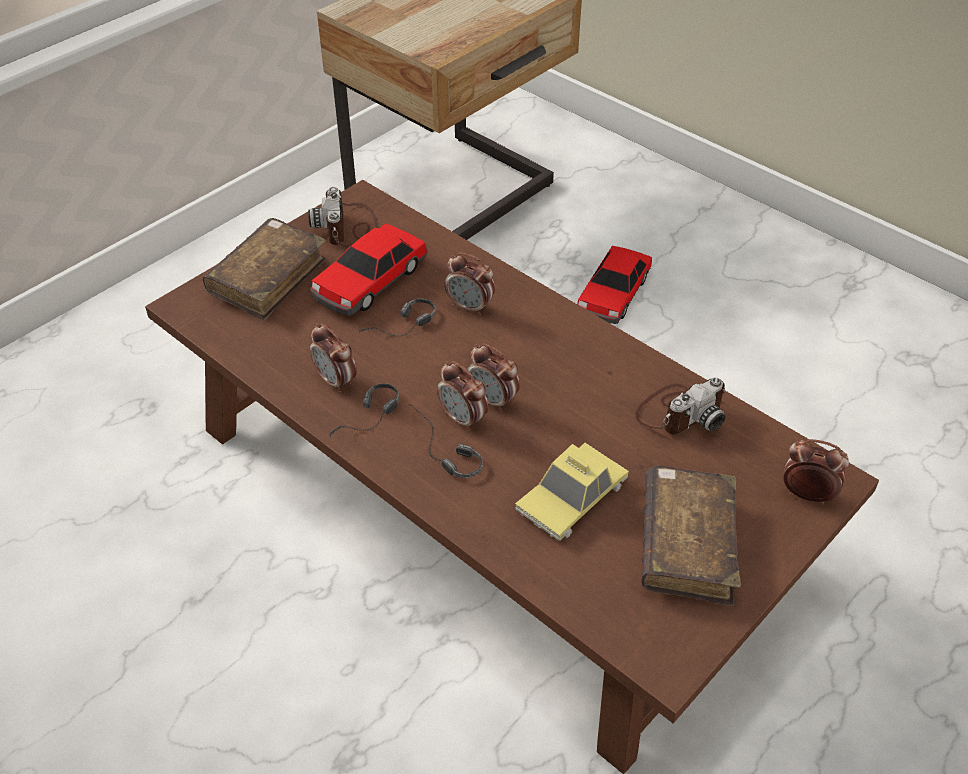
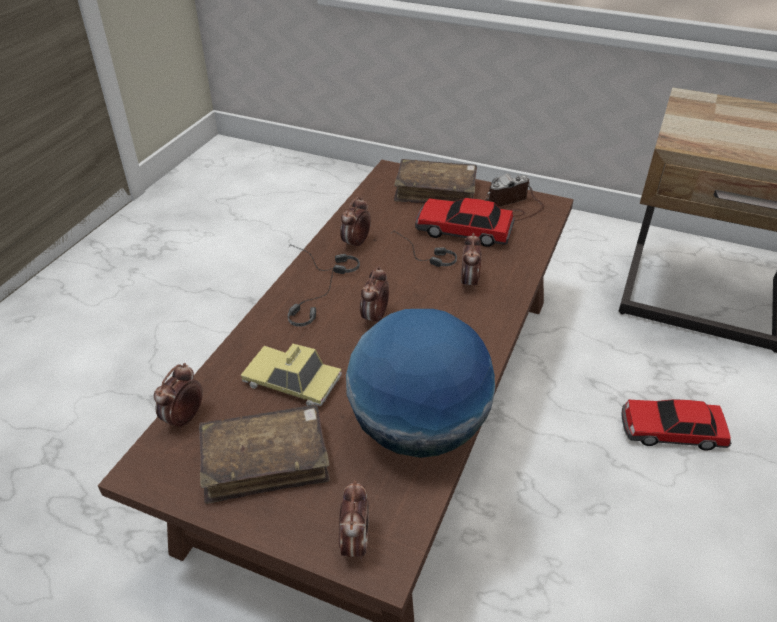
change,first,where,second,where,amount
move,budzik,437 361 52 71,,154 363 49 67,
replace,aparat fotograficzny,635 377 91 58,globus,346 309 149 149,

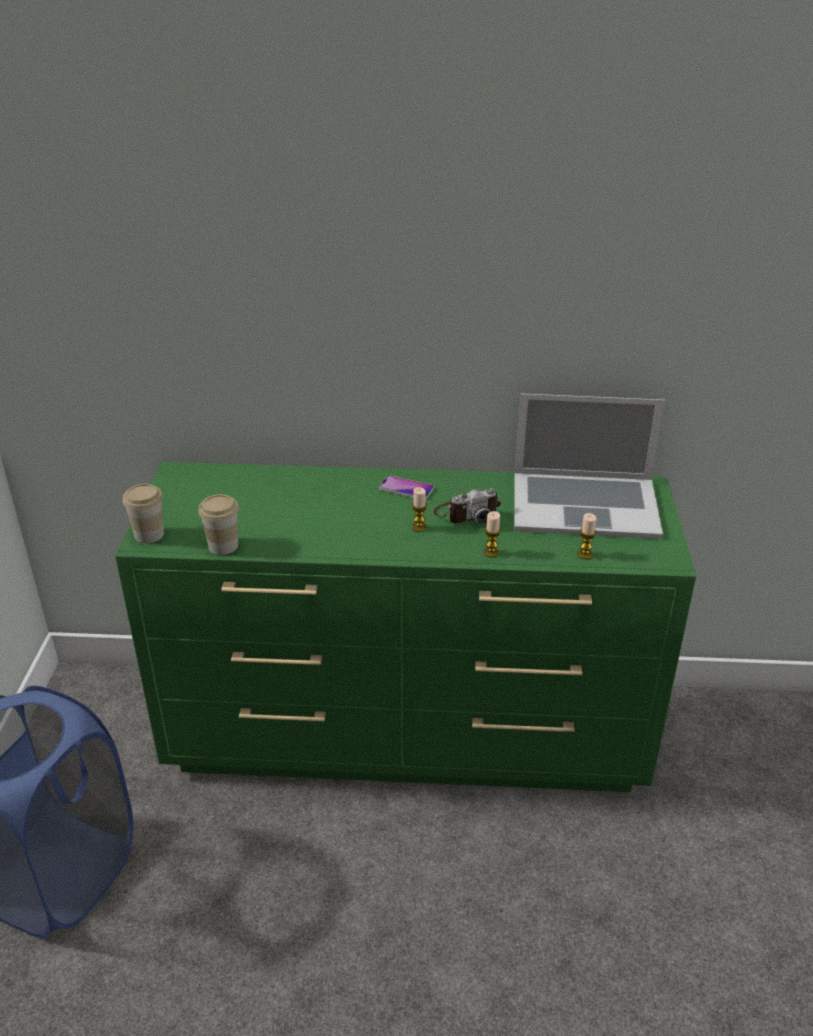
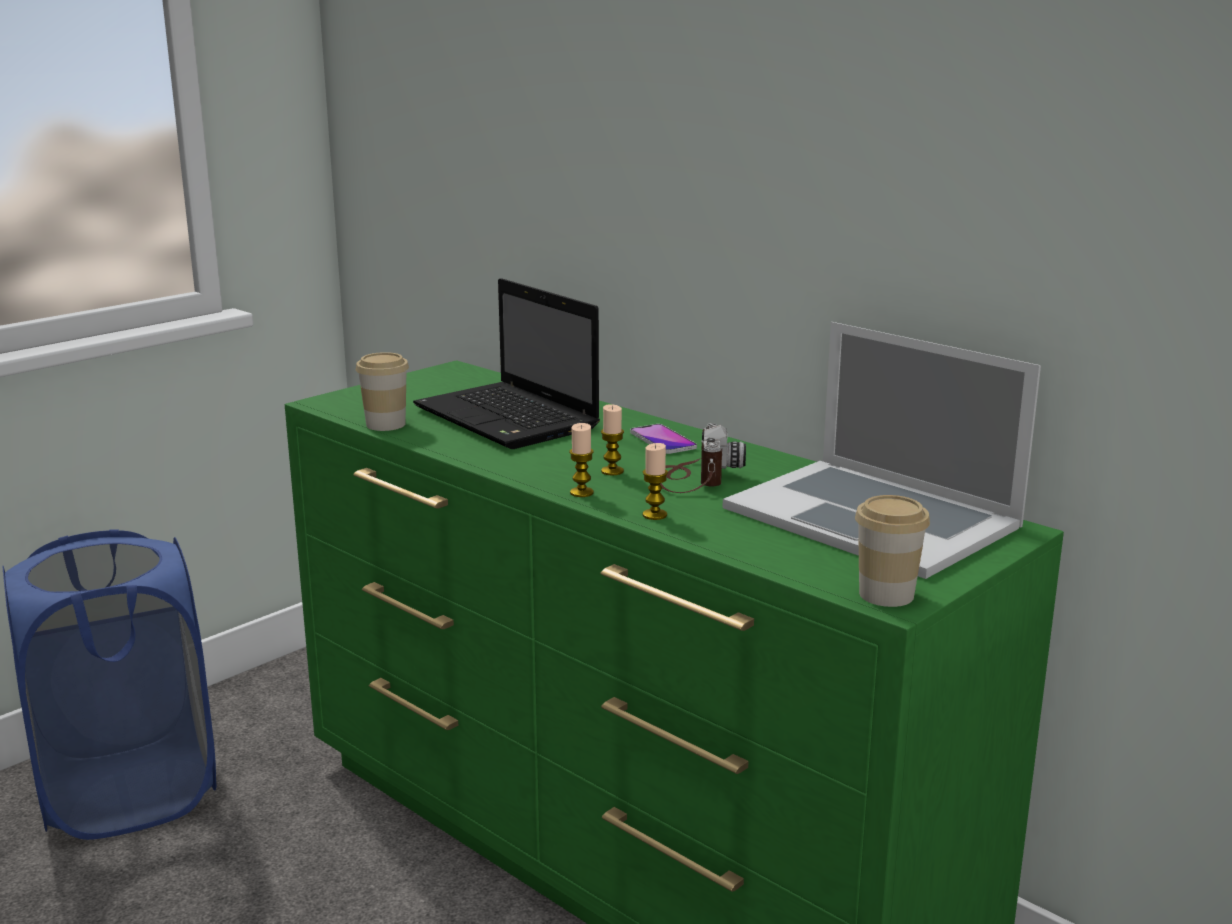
change,first,where,second,where,amount
move,filiżanka,123 484 41 59,,855 495 75 112,
rotate,aparat fotograficzny,433 488 68 36,,660 423 86 70,105 degrees counterclockwise
move,świeca,577 513 19 46,,569 423 25 74,
insert,,,laptop,413 278 187 171,

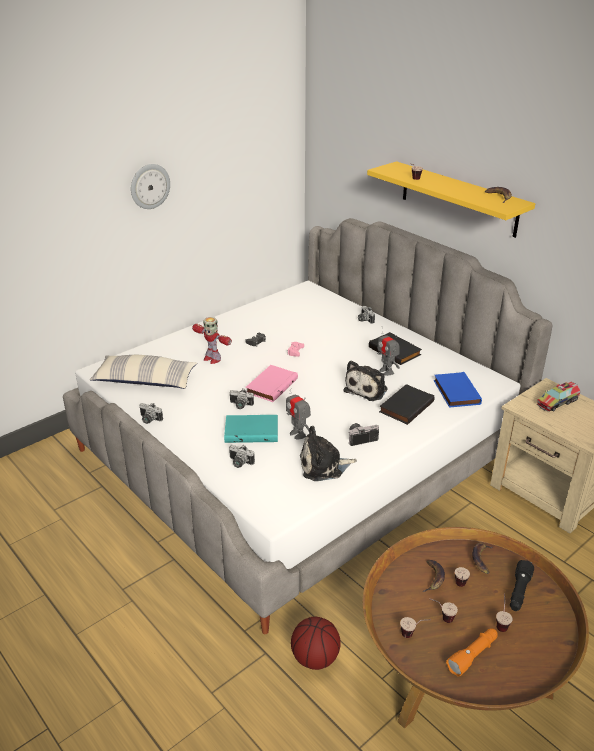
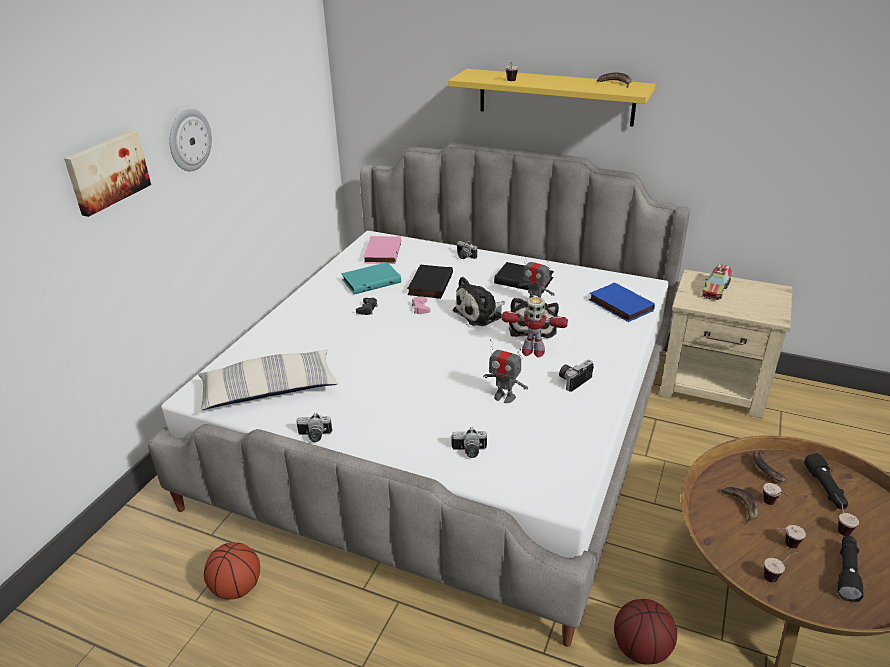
change,first,where,second,where,amount
move,robot zabawkowy,192 317 40 47,,502 297 66 61,
move,książka [turkusowy],224 415 54 28,,341 262 60 33,
delete,aparat fotograficzny,230 389 24 20,,,
move,książka [różowy],246 365 52 37,,363 236 38 28,
move,pluszak,300 426 57 55,,453 277 52 49,
move,książka [czarny],379 384 55 41,,407 265 46 34,
recolor,latarka [pomarańczowy],446 628 52 49,latarka [czarny],838 536 25 66,
insert,,,obraz,64 131 87 86,
insert,,,piłka do koszykówki,204 542 56 57,

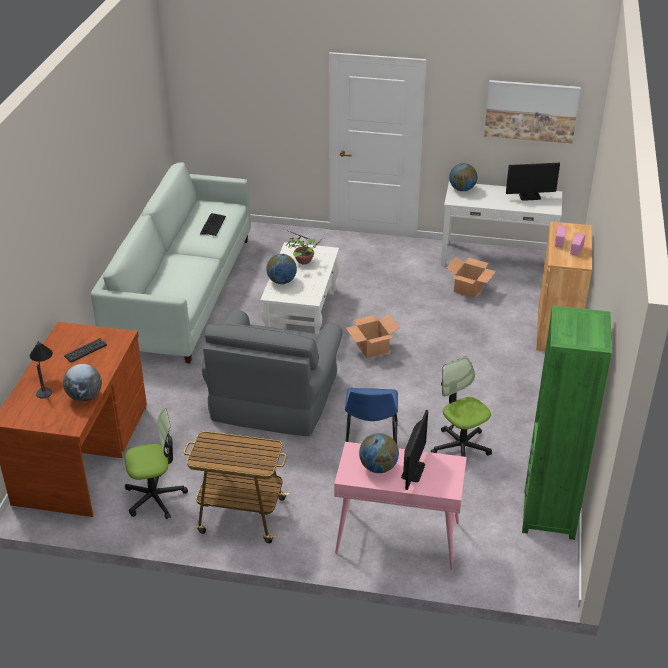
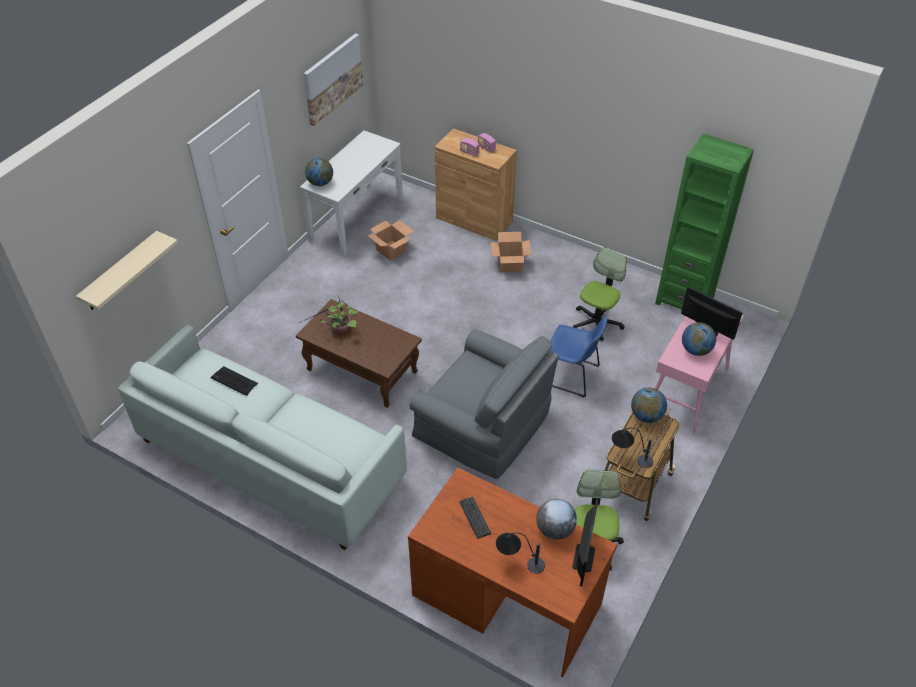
change,first,where,second,where,amount
recolor,ława [biały],260 242 79 93,ława [brązowy],296 299 126 109,
move,globus,266 254 31 30,,631 388 36 35,
move,karton,346 314 54 44,,491 232 40 40,
rotate,krzesło biurowe,431 356 61 101,,573 248 53 93,135 degrees clockwise
move,monitor,506 163 54 38,,572 498 27 88,
insert,,,półka [beżowy],76 231 102 79,
insert,,,lampa stołowa,612 428 41 40,

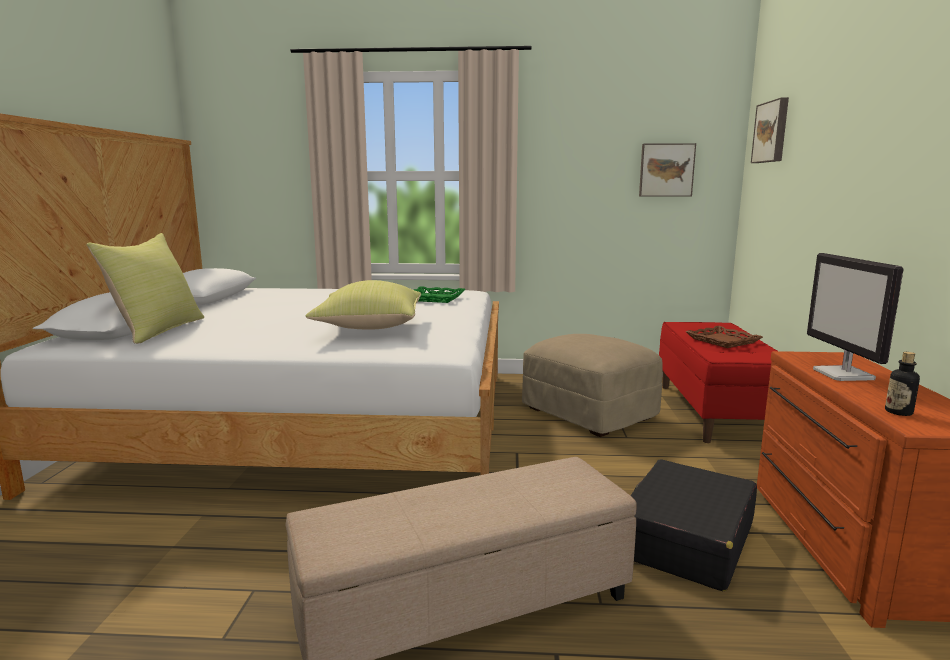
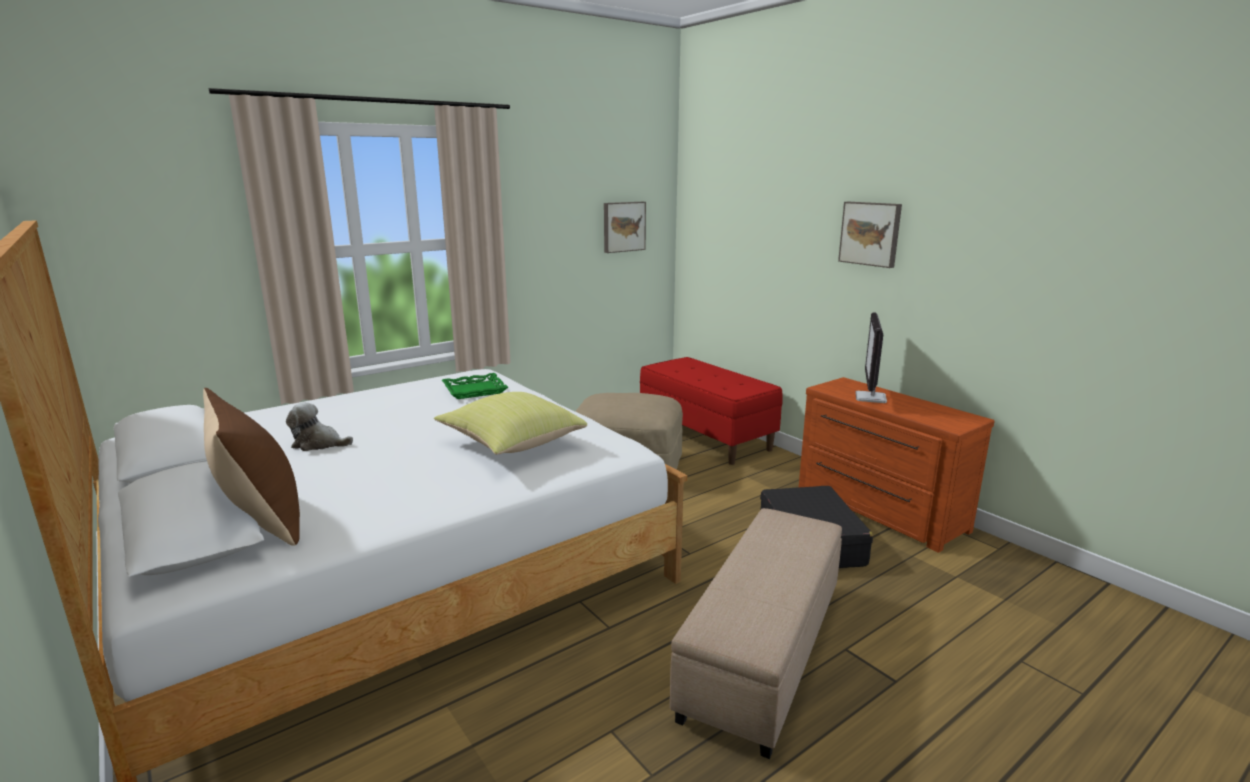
change,first,where,second,where,amount
recolor,poduszka [żółty],86 233 118 111,poduszka [brązowy],203 388 97 158,
delete,taca [brązowy],686 326 77 22,,,
move,obraz,751 97 38 66,,838 202 64 66,
rotate,monitor,807 253 97 128,,856 313 31 90,60 degrees clockwise
delete,butelka,885 352 35 64,,,
insert,,,pluszak,286 402 67 49,

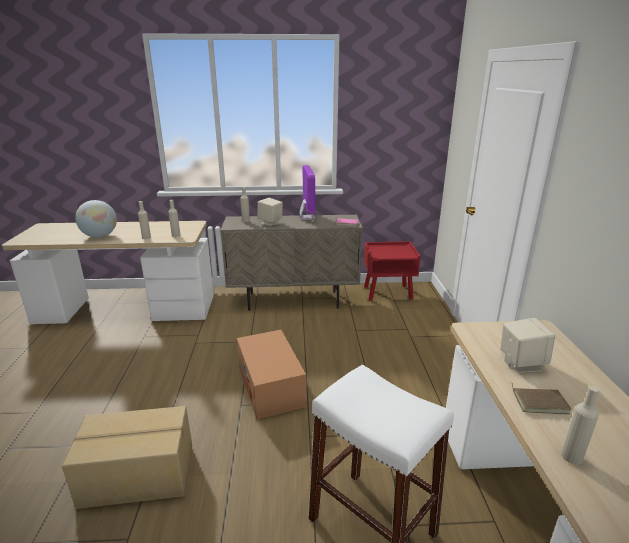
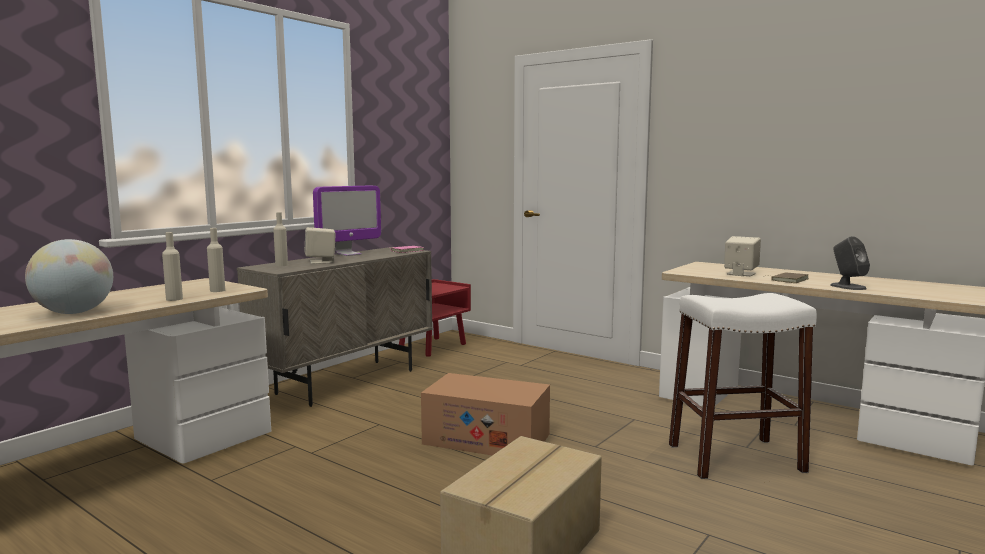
change,first,where,second,where,amount
rotate,monitor,299 165 16 55,,313 186 68 70,105 degrees clockwise
replace,butelka [beżowy],561 386 39 79,głośnik [szary],830 236 40 54,

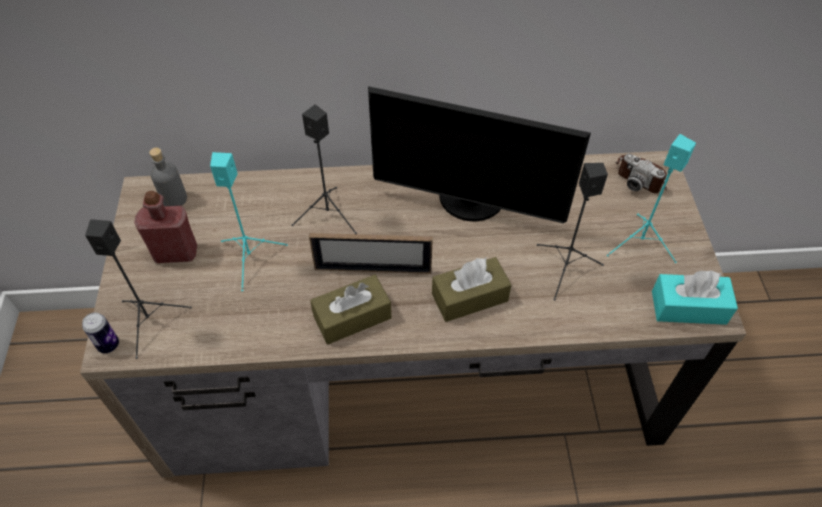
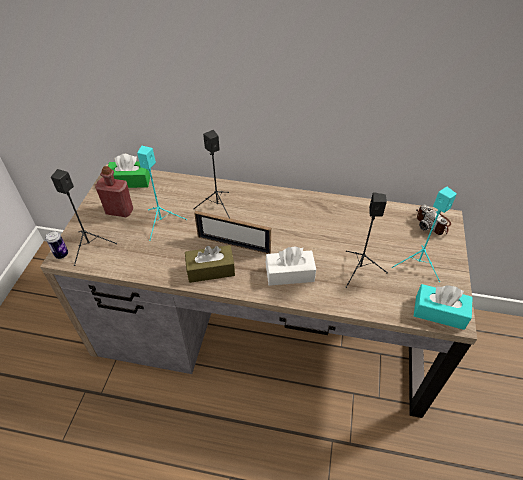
change,first,where,second,where,amount
replace,butelka [szary],149 147 38 59,pudełko chusteczek [zielony],108 154 42 34,
delete,monitor,368 86 223 137,,,
recolor,pudełko chusteczek [brązowy],432 257 79 65,pudełko chusteczek [biały],266 246 50 40,

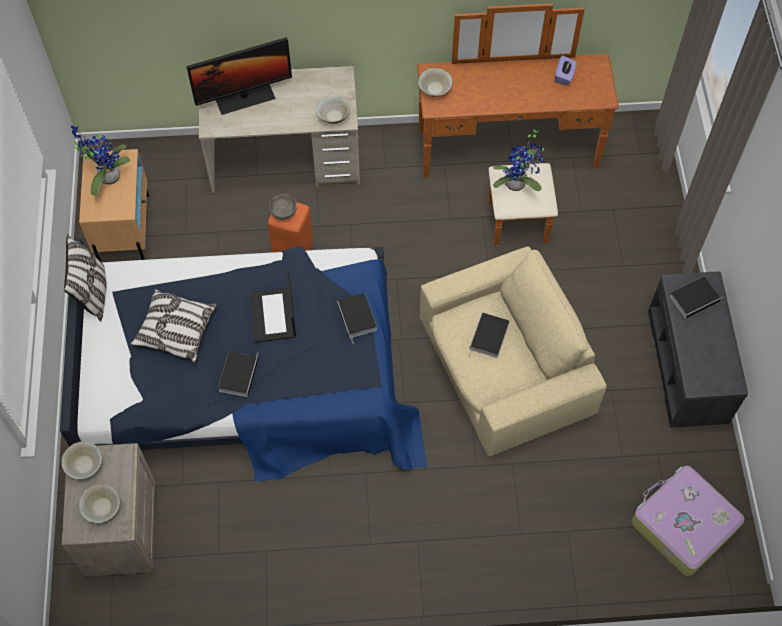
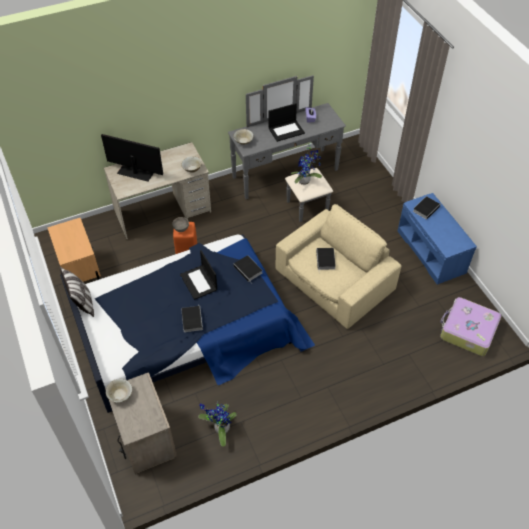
change,first,where,second,where,amount
move,roślina doniczkowa,71 125 59 71,,198 404 39 43,
delete,miska [beżowy],79 484 41 39,,,
delete,poduszka,131 289 85 74,,,
rotate,monitor,186 37 106 78,,101 134 62 48,120 degrees counterclockwise
recolor,komoda [brązowy],417 3 202 243,komoda [szary],228 75 118 147,
recolor,ławka [szary],648 272 100 156,ławka [niebieski],398 193 79 92,
insert,,,laptop,268 103 37 39,

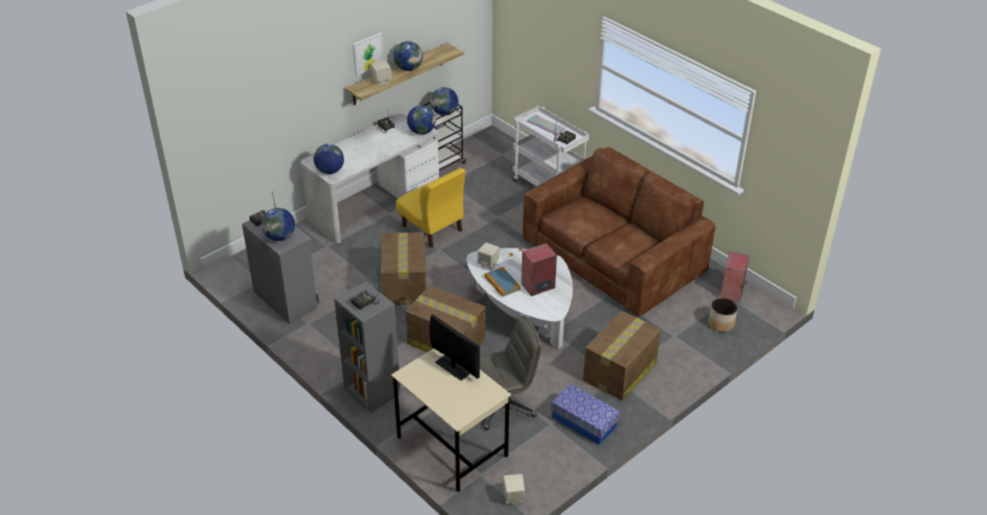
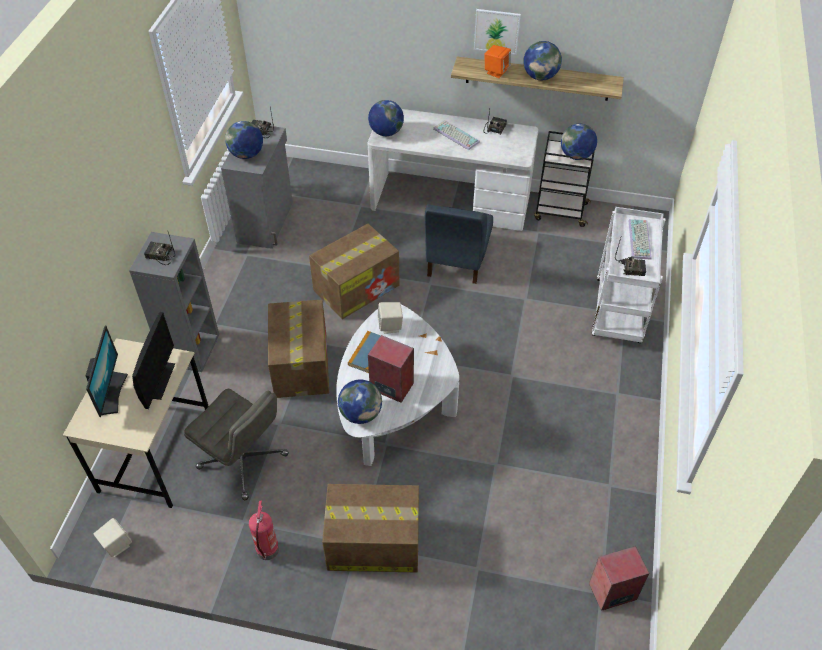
change,first,where,second,where,amount
recolor,głośnik [beżowy],371 60 21 25,głośnik [pomarańczowy],485 45 26 33,
recolor,krzesło [żółty],396 168 69 80,krzesło [niebieski],425 204 68 80,
move,globus,407 105 29 29,,338 379 44 45,
delete,kanapa [brązowy],523 147 193 170,,,
replace,pojemnik do przechowywania,551 384 69 61,gaśnica,249 500 30 60,
delete,donica,708 298 30 34,,,
insert,,,monitor,86 326 42 91,
insert,,,klawiatura,433 120 47 30,

